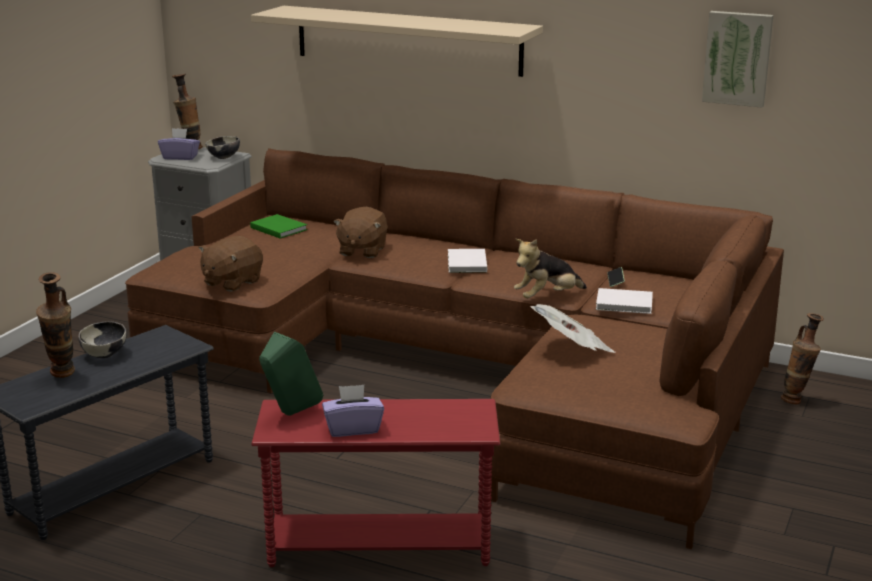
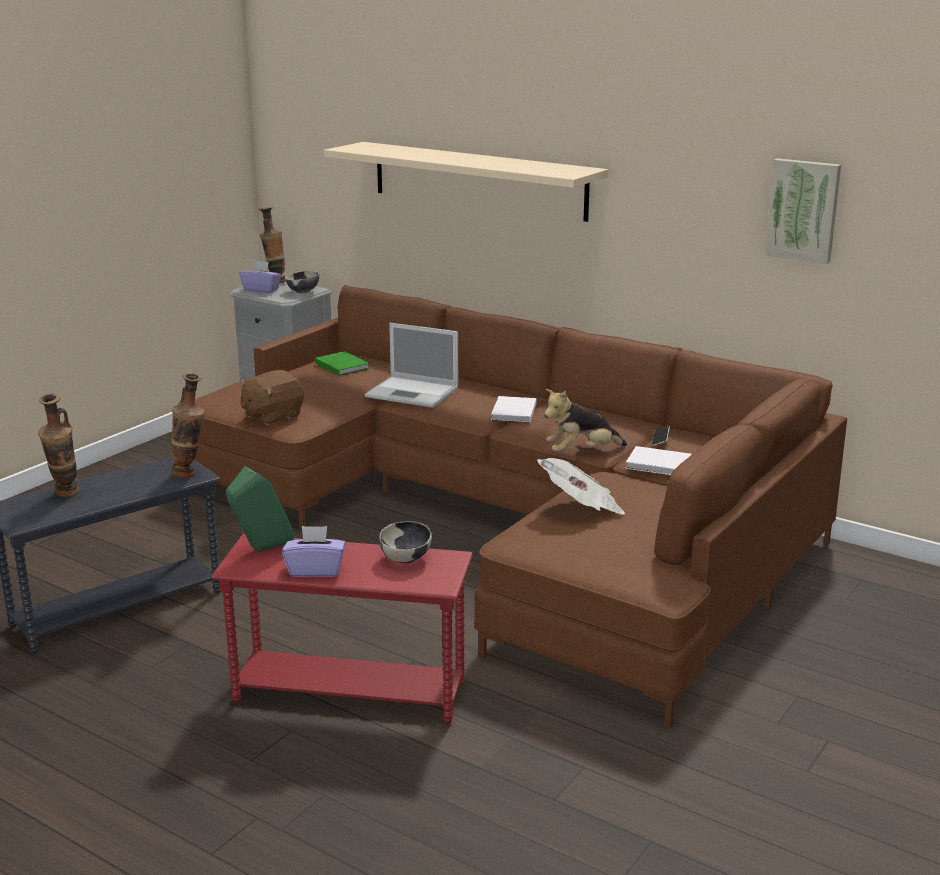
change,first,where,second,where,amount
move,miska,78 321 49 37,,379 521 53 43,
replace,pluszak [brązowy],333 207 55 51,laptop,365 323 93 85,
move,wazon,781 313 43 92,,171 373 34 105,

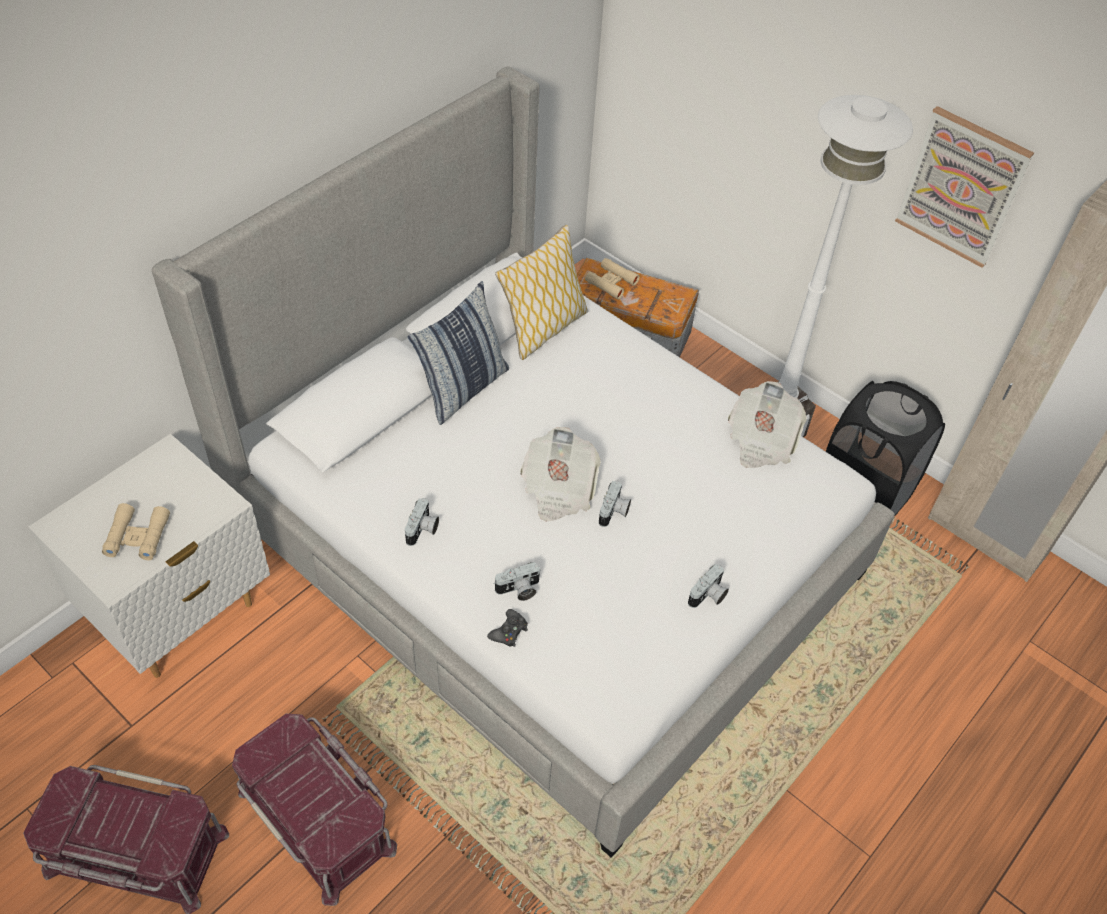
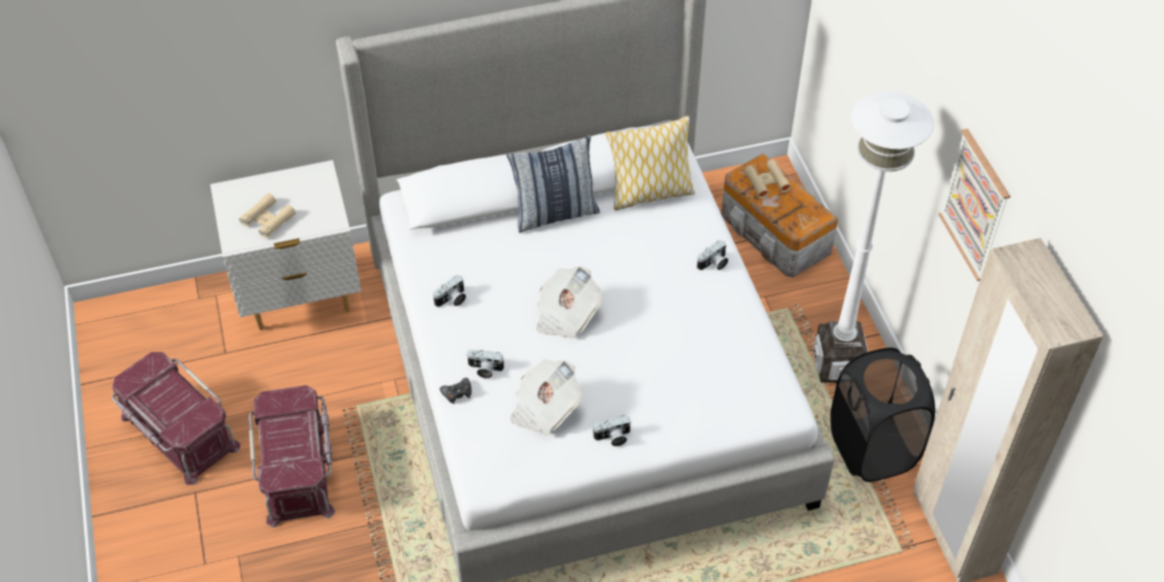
change,first,where,second,where,amount
move,aparat fotograficzny,599 481 32 46,,697 240 31 30,
move,gazeta,728 381 79 87,,510 359 72 76,

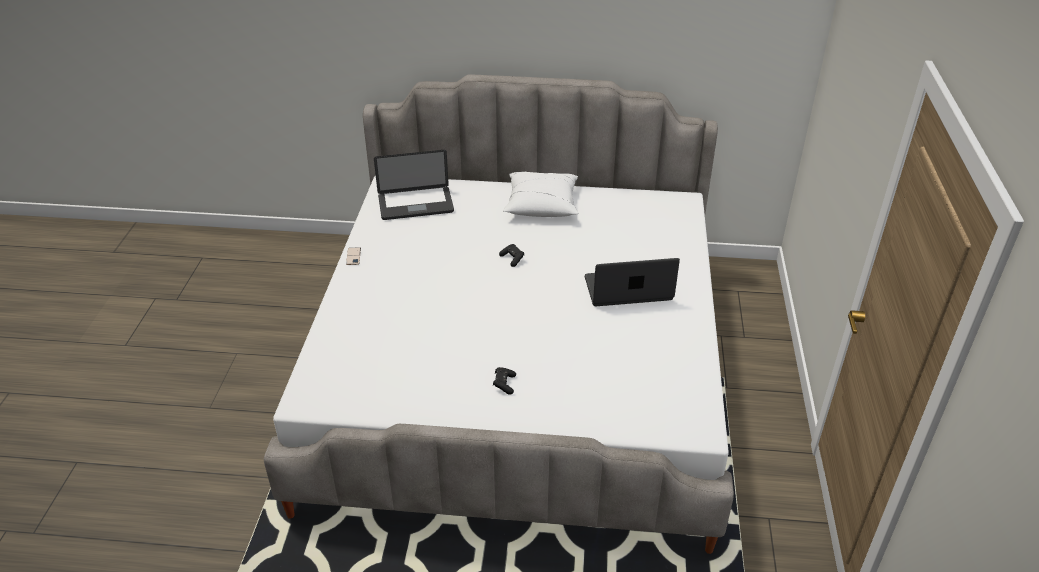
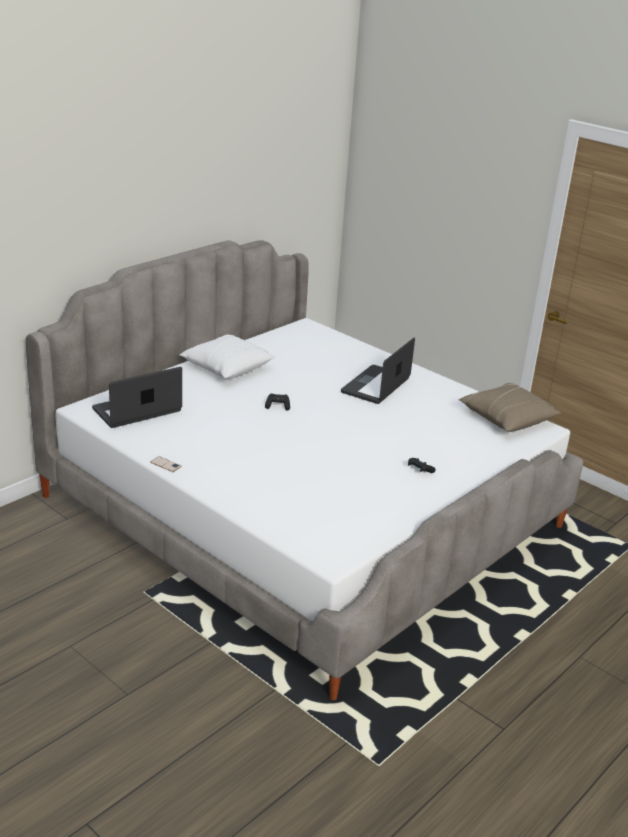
change,first,where,second,where,amount
rotate,laptop,374 150 80 70,,92 367 90 61,150 degrees counterclockwise
insert,,,poduszka [beżowy],458 383 103 49,

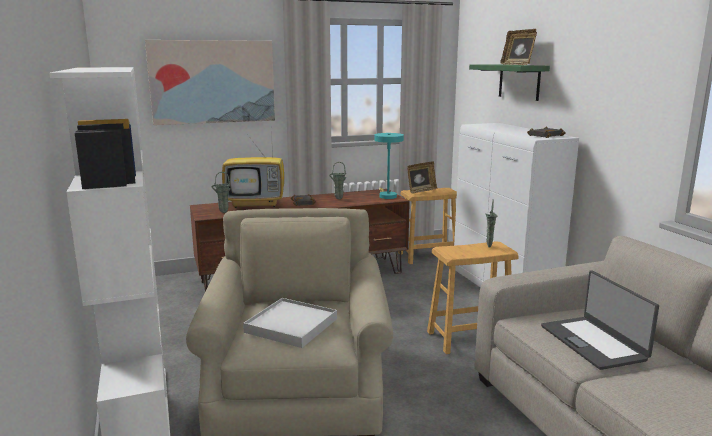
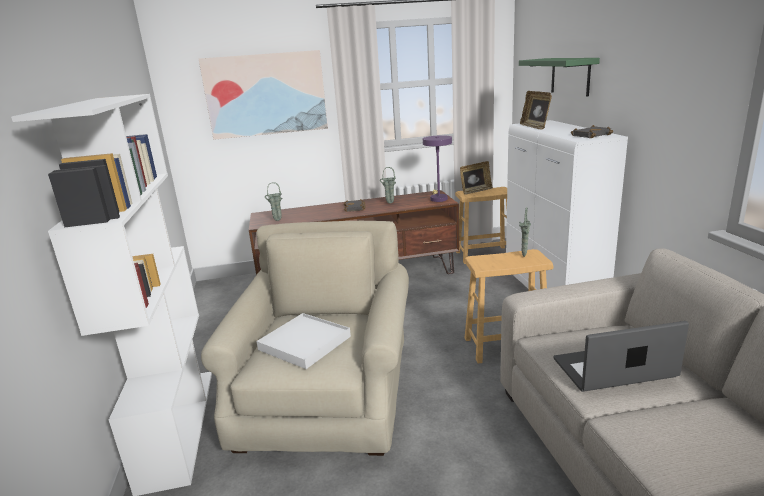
change,first,where,second,where,amount
delete,telewizor,222 128 62 80,,,
recolor,lampa stołowa [turkusowy],374 133 30 66,lampa stołowa [fioletowy],423 135 29 67,
move,ramka na zdjęcie,500 29 37 36,,520 91 32 39,
rotate,laptop,541 270 118 100,,554 321 135 71,90 degrees clockwise

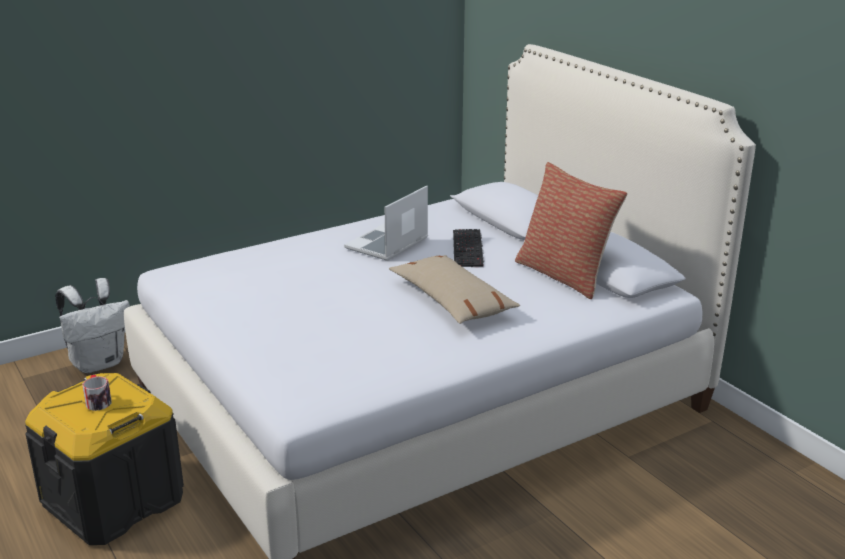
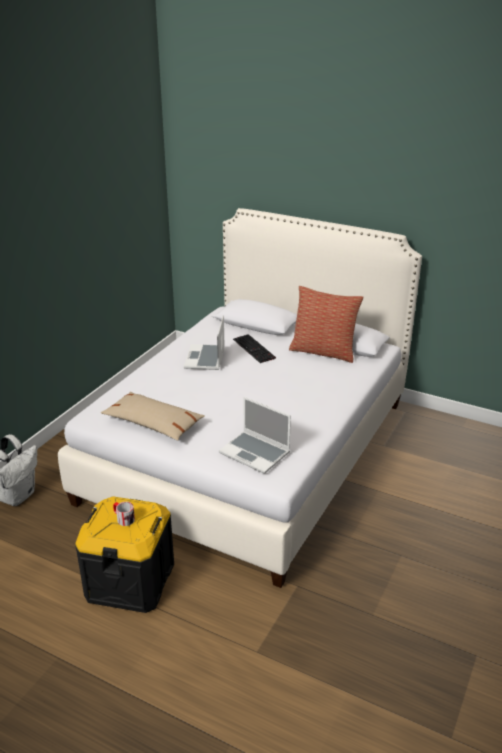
change,first,where,second,where,amount
move,poduszka [beżowy],389 255 131 69,,101 392 103 49,
insert,,,laptop,219 397 72 77,

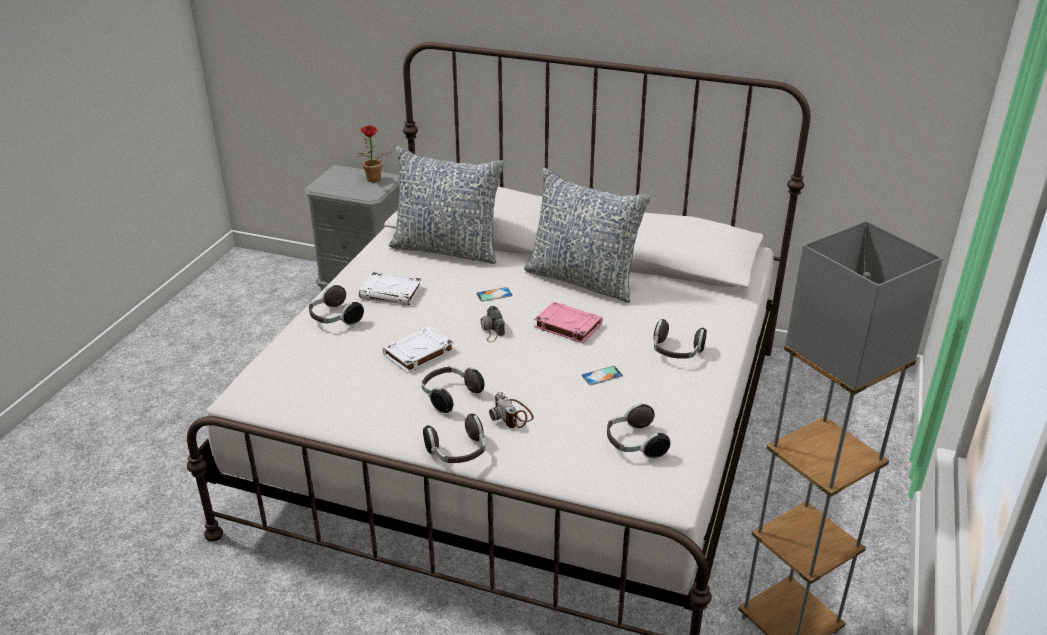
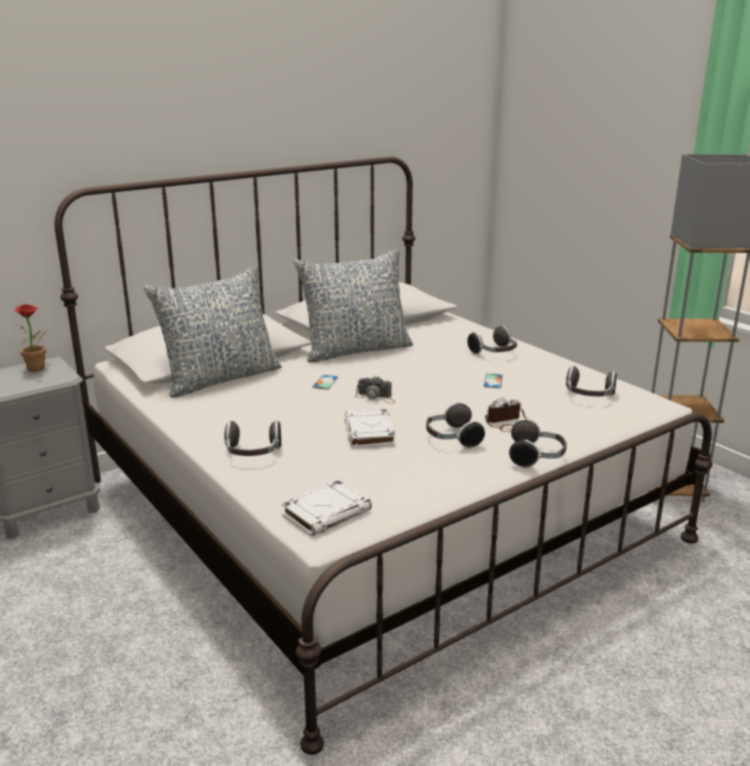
change,first,where,second,where,amount
move,książka [biały],359 272 63 33,,281 480 91 56,
rotate,aparat fotograficzny,489 392 45 36,,485 397 42 35,150 degrees clockwise
delete,książka [różowy],534 301 69 42,,,

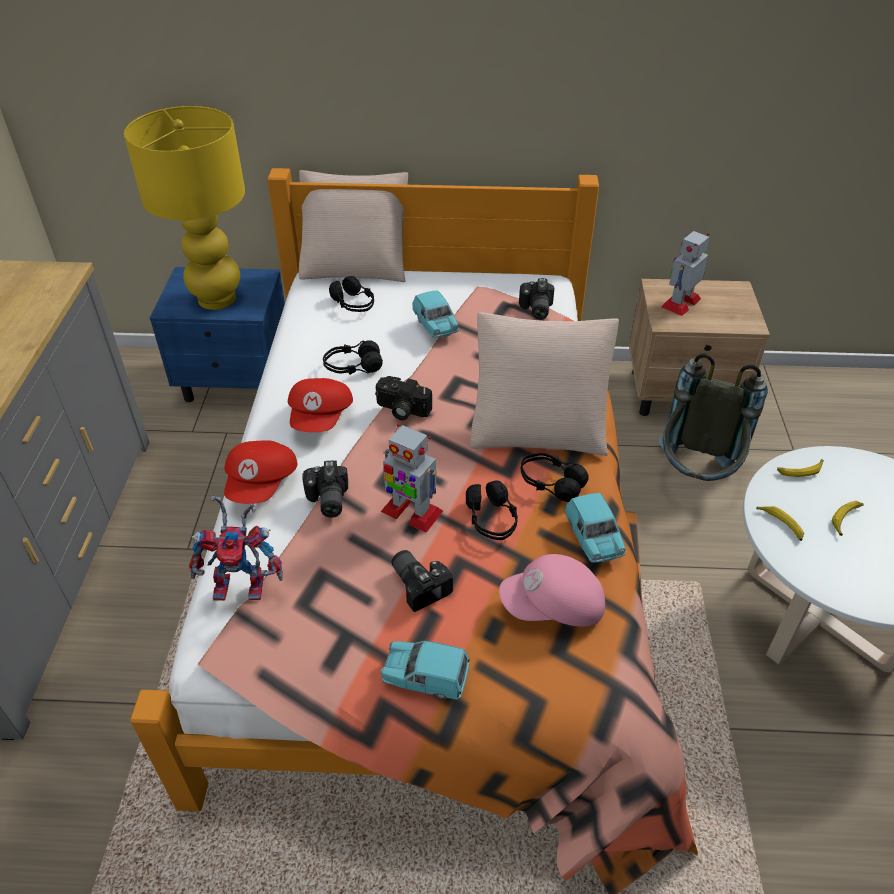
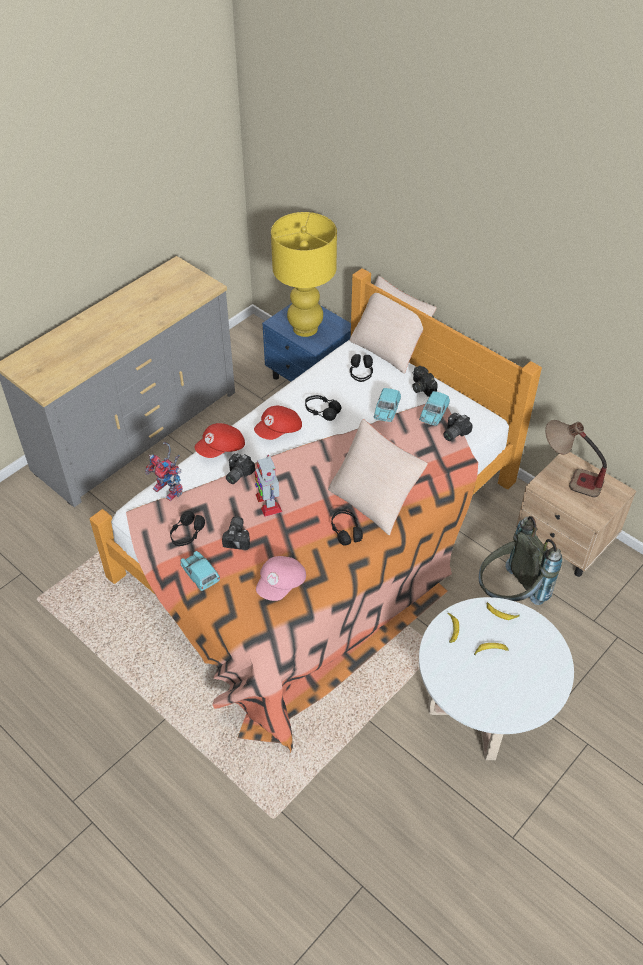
change,first,where,second,where,amount
move,aparat fotograficzny,375 376 57 45,,412 366 26 31,
move,słuchawki [czarny],466 480 52 60,,170 511 35 35,
rotate,czapka z daszkiem [różowy],499 554 106 73,,256 556 50 45,90 degrees counterclockwise
move,samochodzik [turkusowy],565 493 61 70,,419 391 31 35,
replace,robot zabawkowy,661 231 48 85,lampa stołowa,545 420 62 77,

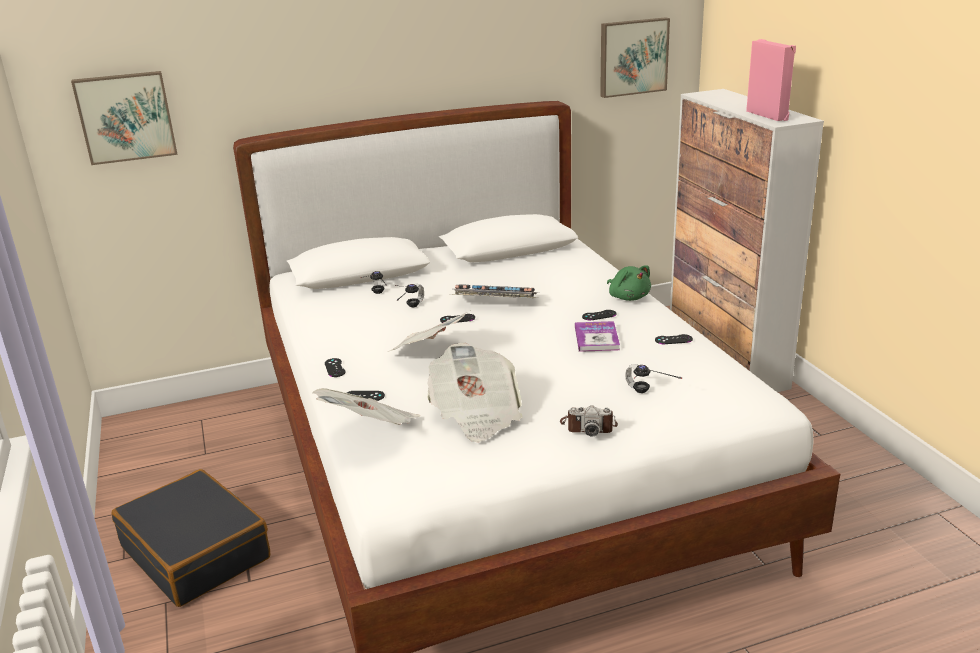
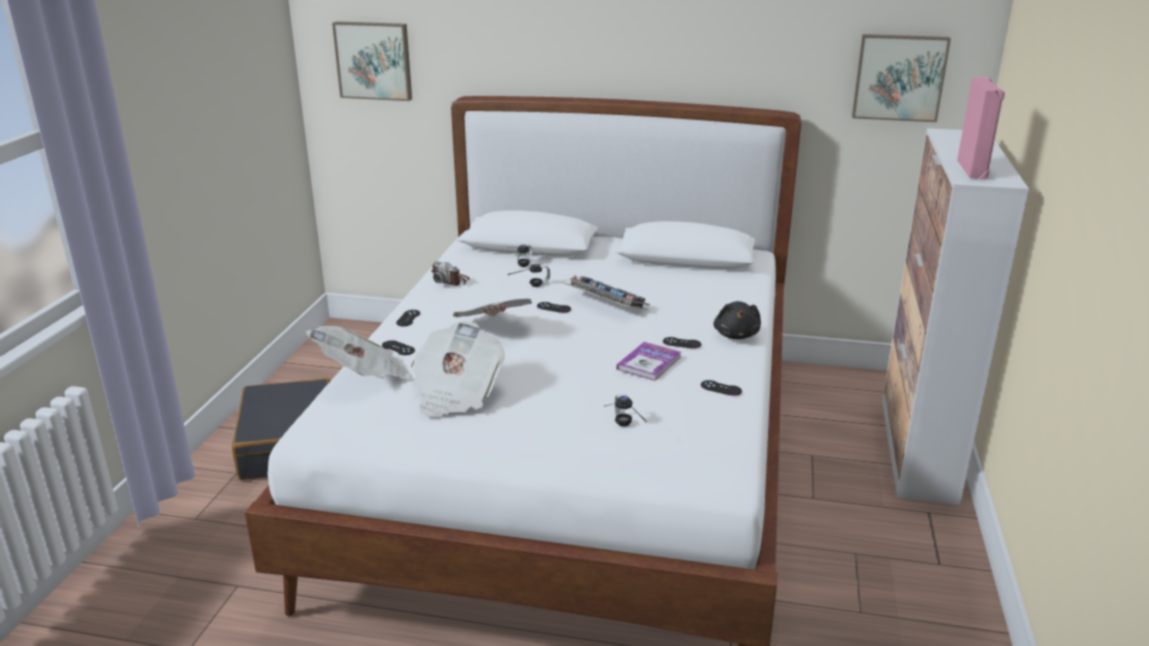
change,first,where,second,where,amount
move,aparat fotograficzny,560 405 58 32,,432 261 38 25,
recolor,pluszak [zielony],607 265 44 36,pluszak [czarny],714 301 47 38,

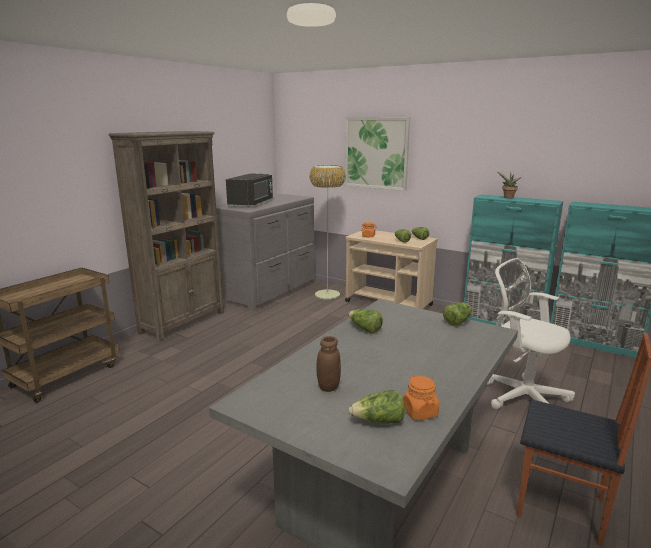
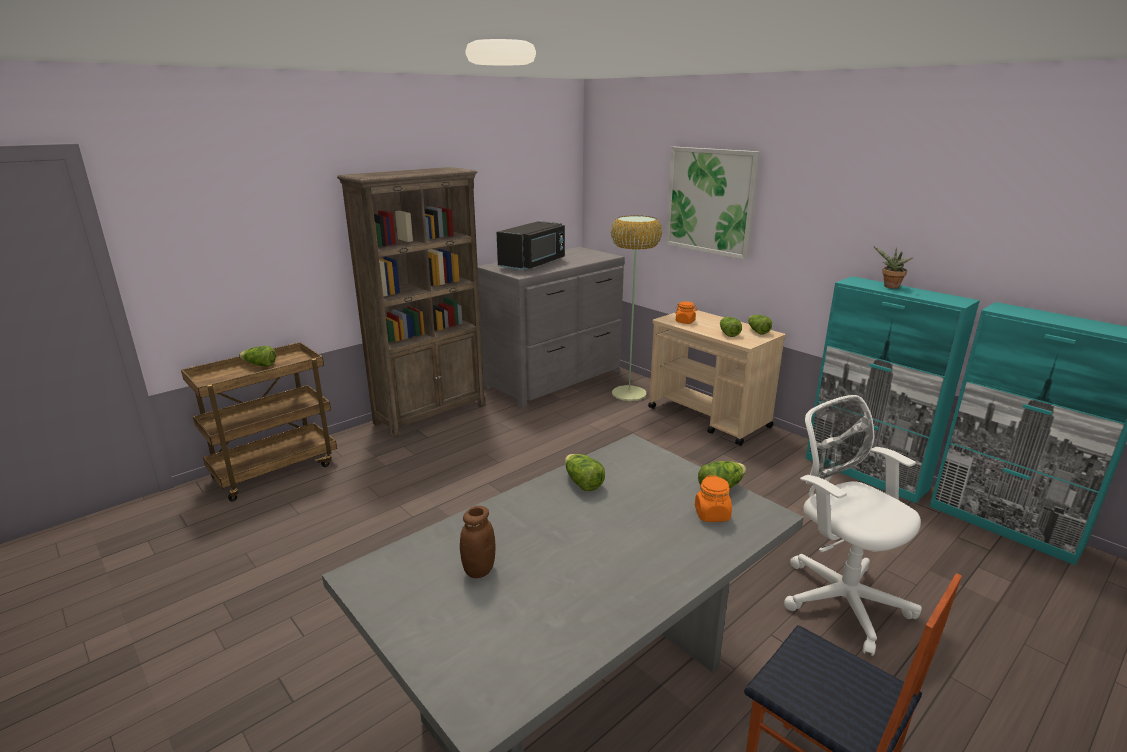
change,first,where,second,where,amount
move,sałata,348 390 57 34,,239 346 37 21,
move,słoik [pomarańczowy],403 375 36 45,,695 475 37 47,

